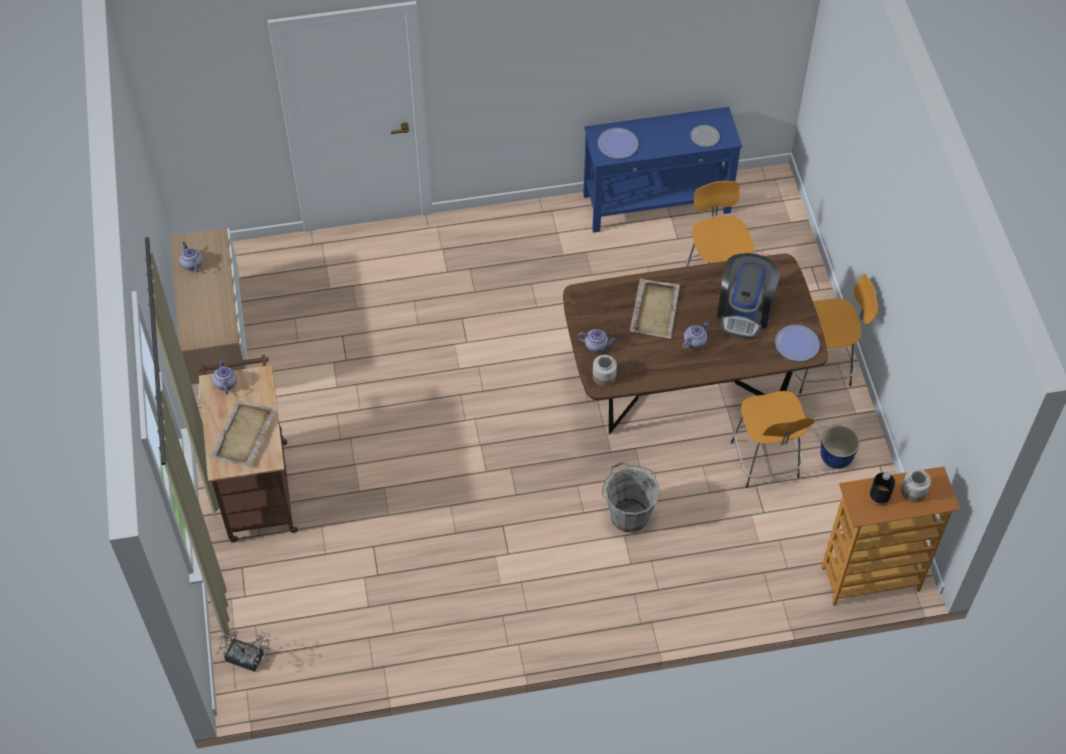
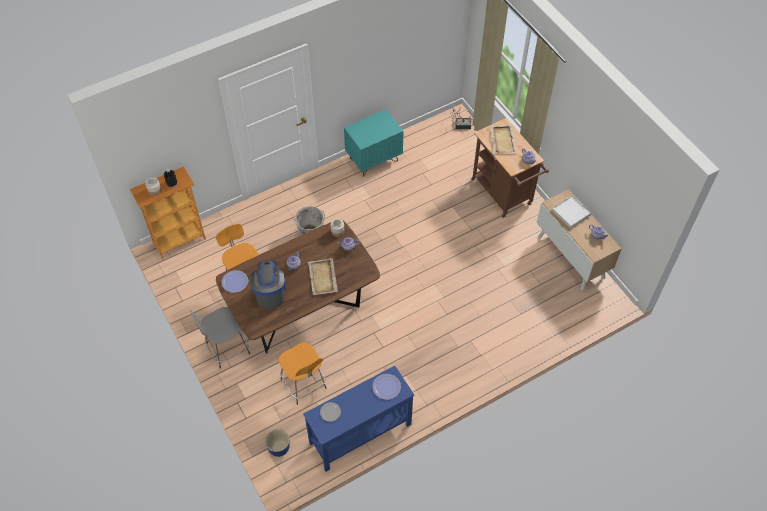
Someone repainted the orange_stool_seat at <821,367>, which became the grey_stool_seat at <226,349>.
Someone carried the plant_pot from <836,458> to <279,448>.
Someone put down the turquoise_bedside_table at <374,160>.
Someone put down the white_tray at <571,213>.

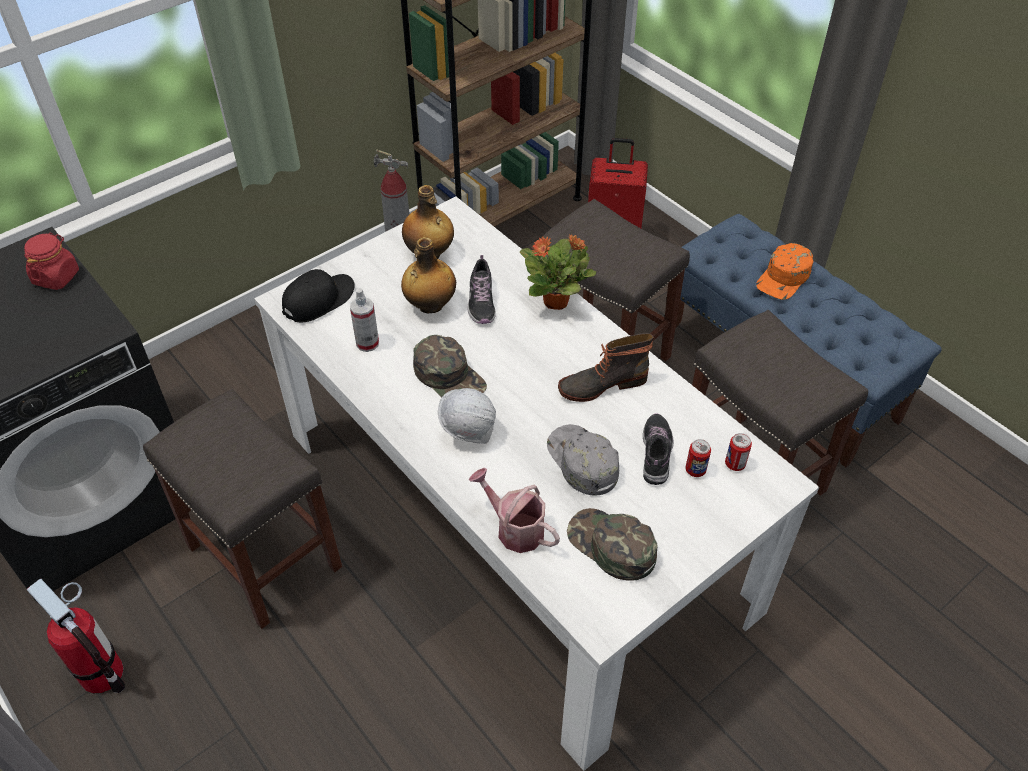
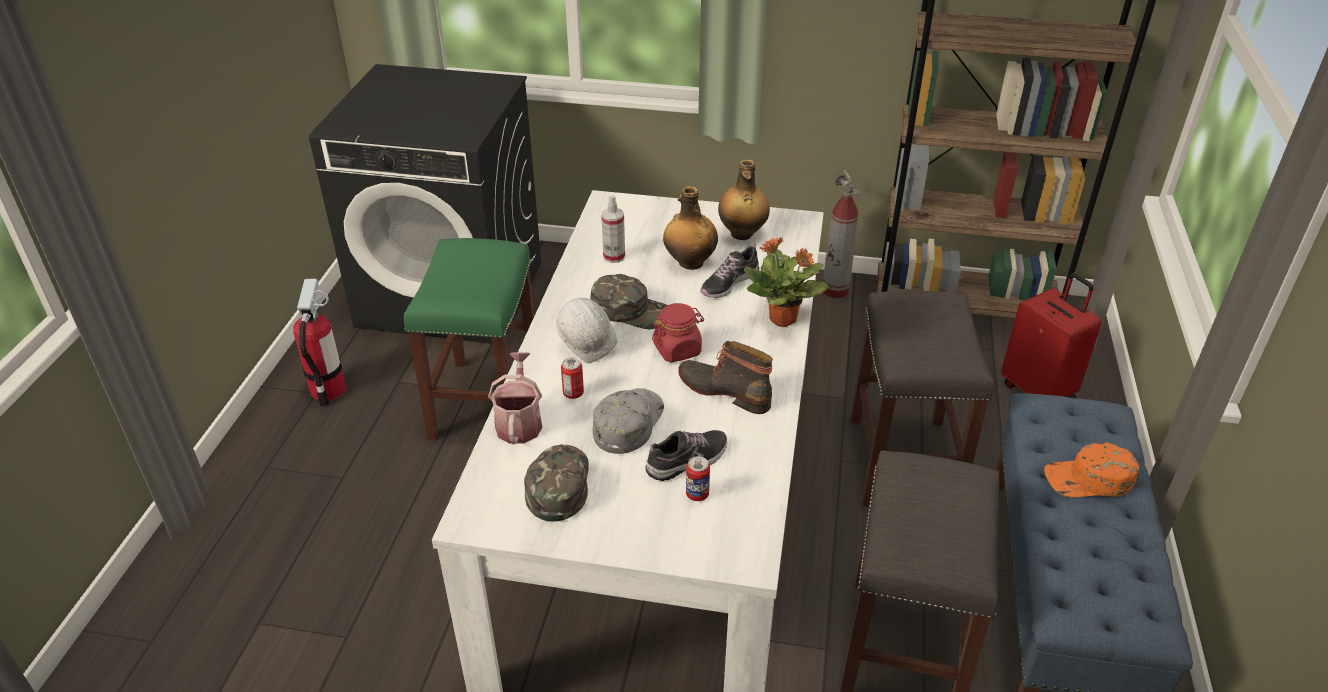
Someone carried the red_storage_jar from <56,277> to <677,350>.
Someone repainted the grey_stool_seat at <262,556>, which became the green-coloured_stool_seat at <485,400>.
Someone took away the blackish_cap at <319,300>.
Someone rotated the green-coloured_cap at <449,376> by 75 degrees counterclockwise.
Someone carried the can from <735,464> to <573,393>.

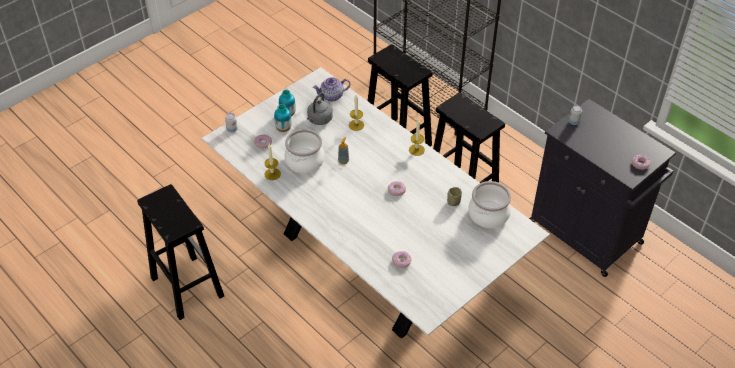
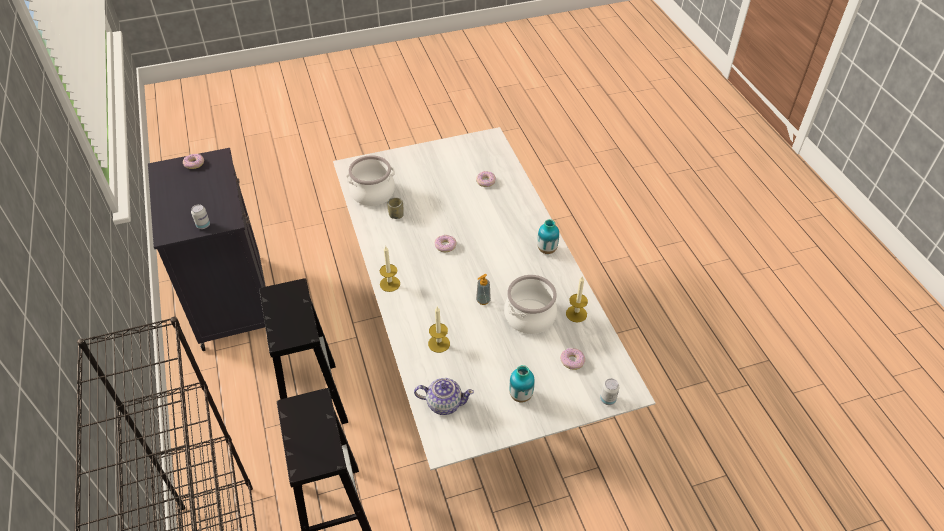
Someone took away the blackish_stool_seat at <186,286>.
Someone carried the vase from <283,129> to <547,250>.
Someone took away the grey_kettle at <319,120>.

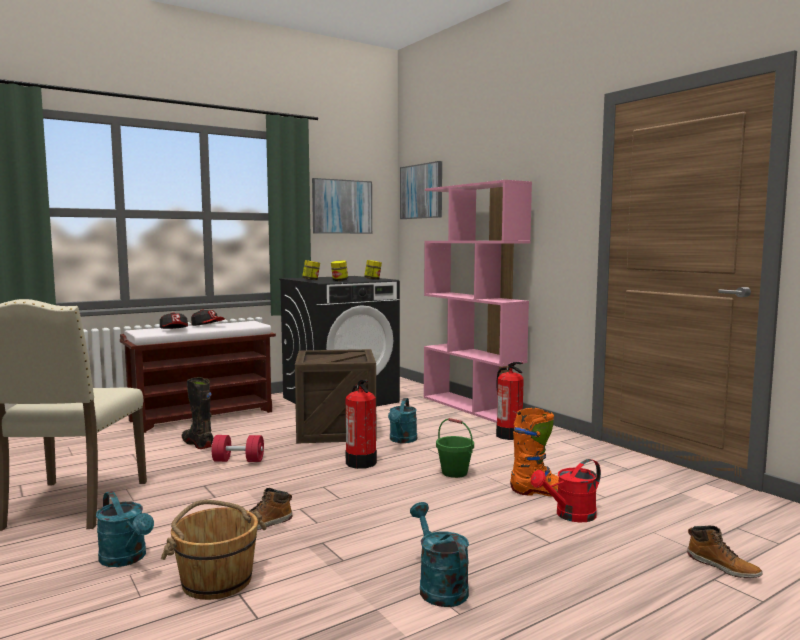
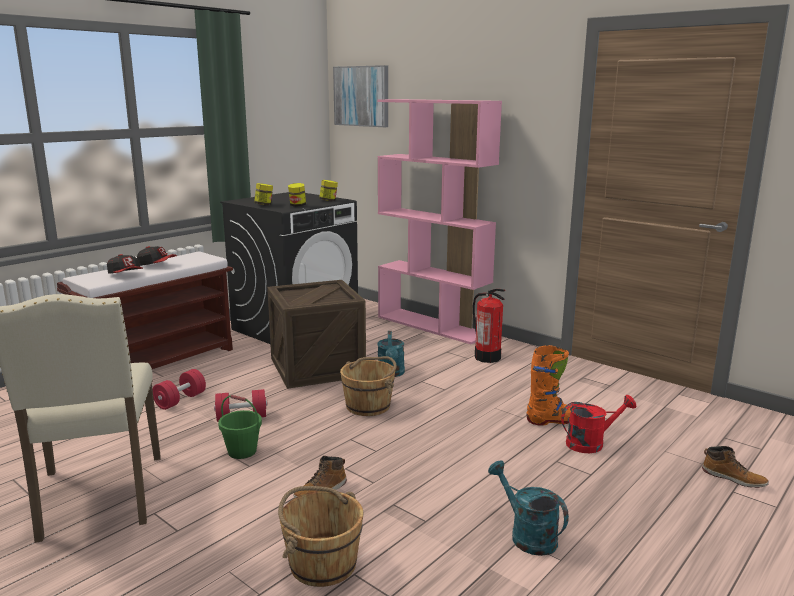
Someone took away the turquoise_watering_pot at <126,559>.
Someone swapped the blackish_tall_boot at <197,444> for the red_free_weight at <180,400>.
Someone took away the picture at <342,206>.
Someone swapped the fire_extinguisher at <361,463> for the brownish_pail at <369,405>.
Someone carried the green-coloured_pail from <454,473> to <242,451>.
Someone rotated the red_watering_pot at <570,516> by 150 degrees counterclockwise.

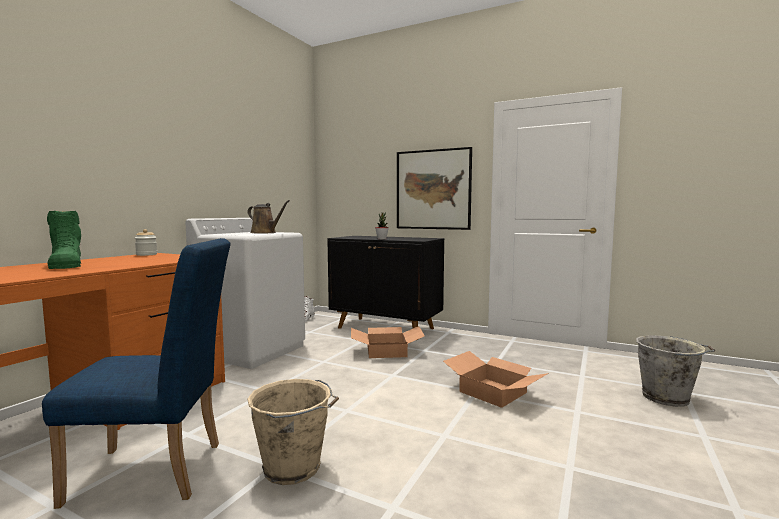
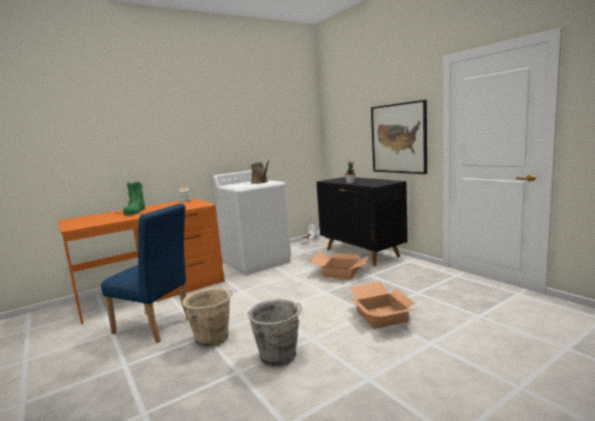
Someone carried the grey_pail from <667,398> to <279,357>.

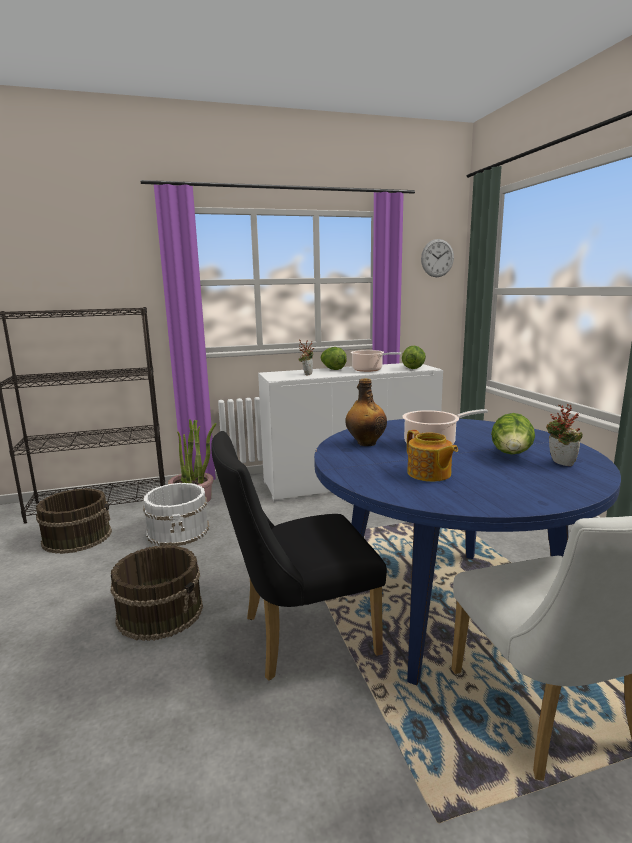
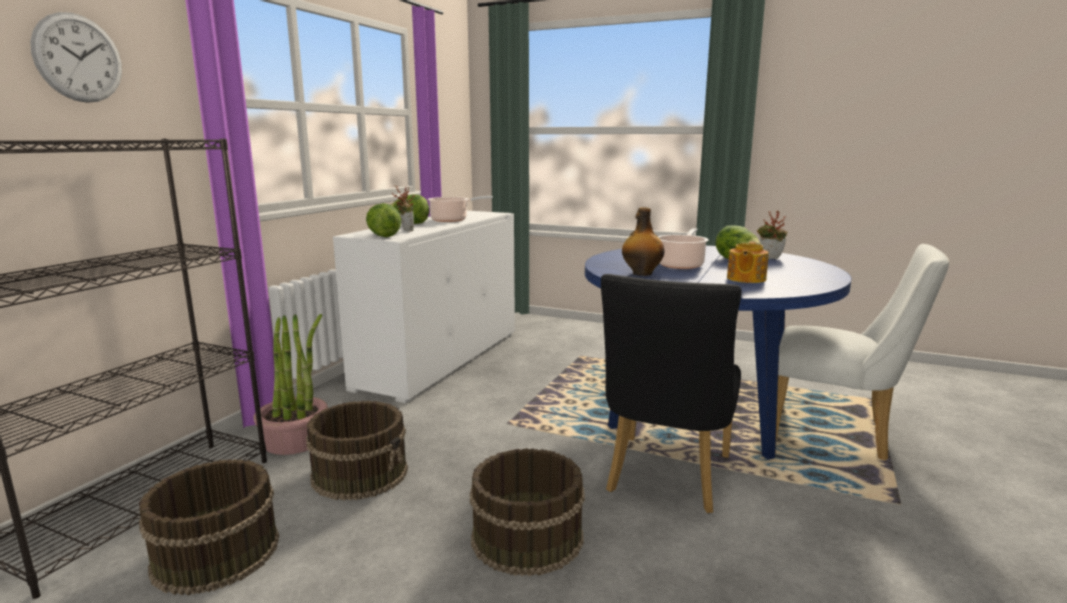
Someone repainted the white_pail at <179,530>, which became the brownish_pail at <360,473>.
Someone carried the lettuce from <413,368> to <383,236>.
Someone rotated the pot_for_tea at <429,474> by 105 degrees clockwise.
Someone carried the wall_clock from <437,258> to <78,58>.

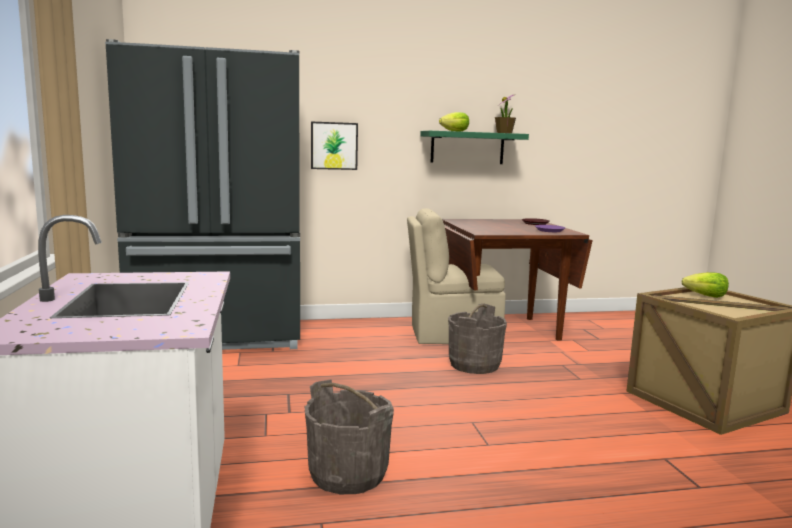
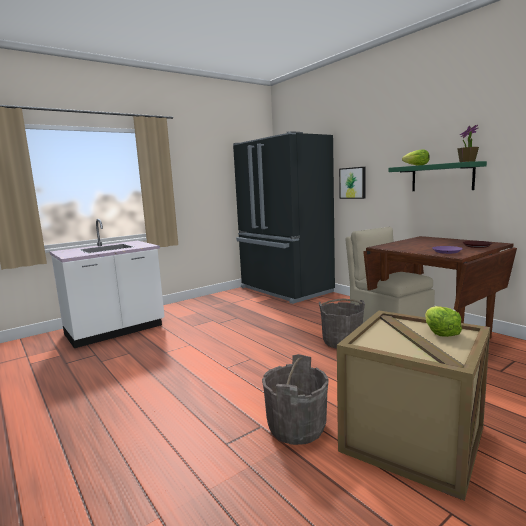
Someone carried the grey_pail from <348,474> to <296,427>.

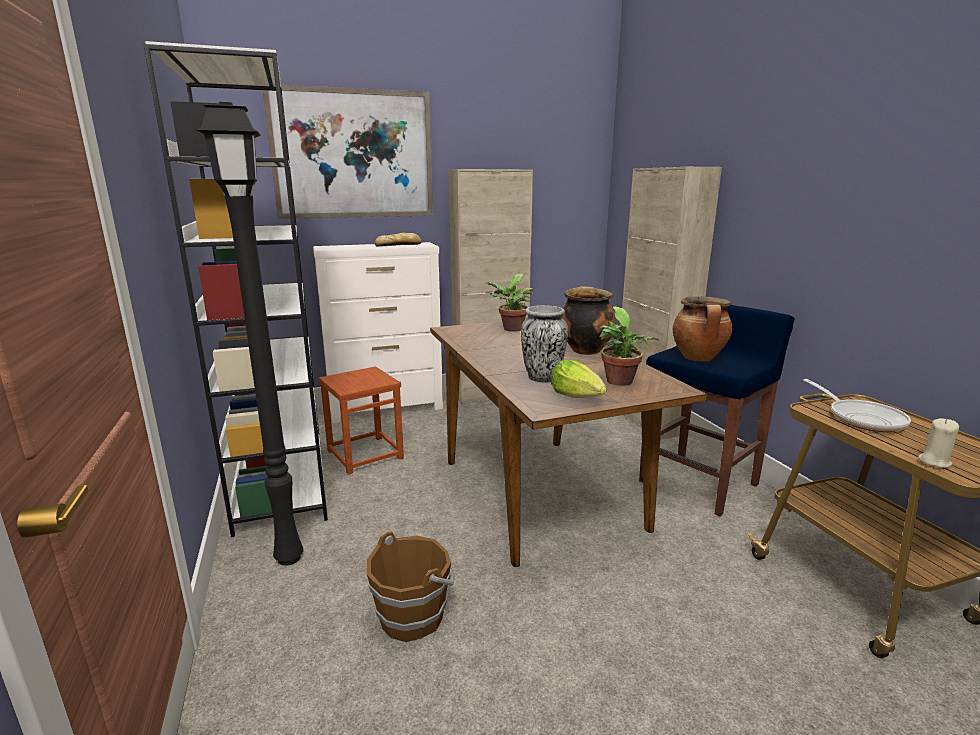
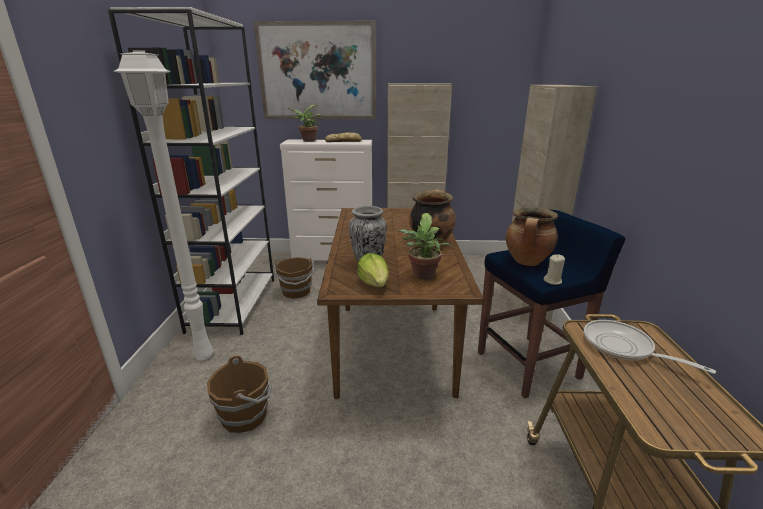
Someone repainted the blackish_floor_lamp at <287,557>, which became the white_floor_lamp at <203,355>.
Someone swapped the brownish_stool_seat at <365,454> for the brownish_pail at <296,292>.
Someone carried the potted_plant from <511,329> to <307,141>.
Someone rotated the pan at <861,418> by 135 degrees clockwise.
Someone carried the beige-coloured_wax_candle from <934,461> to <553,281>.

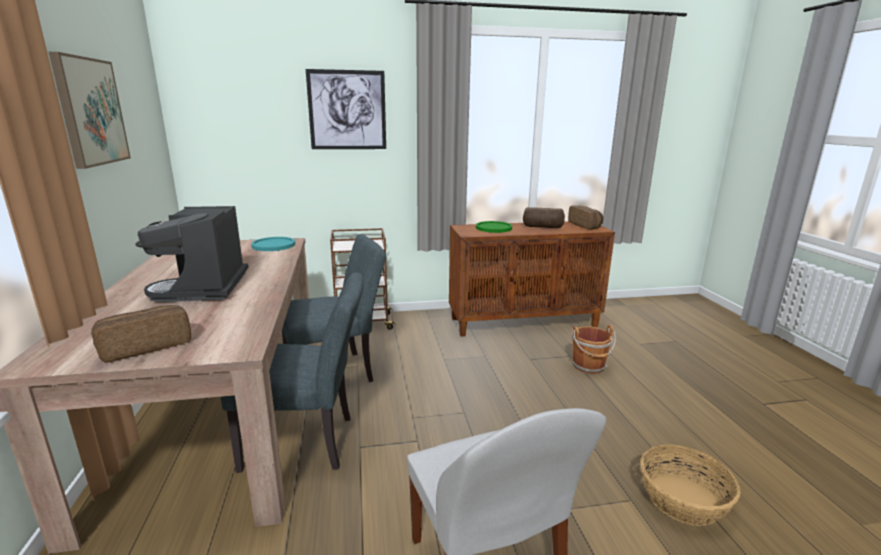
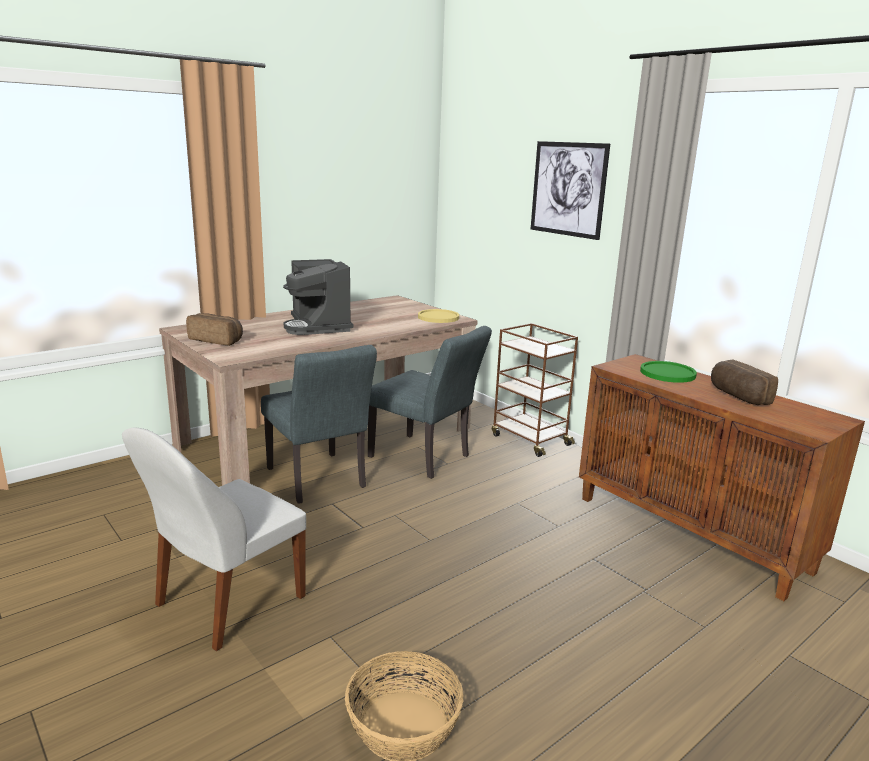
Someone took away the picture at <90,112>.
Someone rotated the coffee_brewer at <204,288> by 75 degrees counterclockwise.
Someone repainted the turquoise_dinner_plate at <273,245>, which became the yellow_dinner_plate at <438,317>.
Someone took away the baked_bread at <585,225>.
Someone took away the brownish_pail at <589,366>.

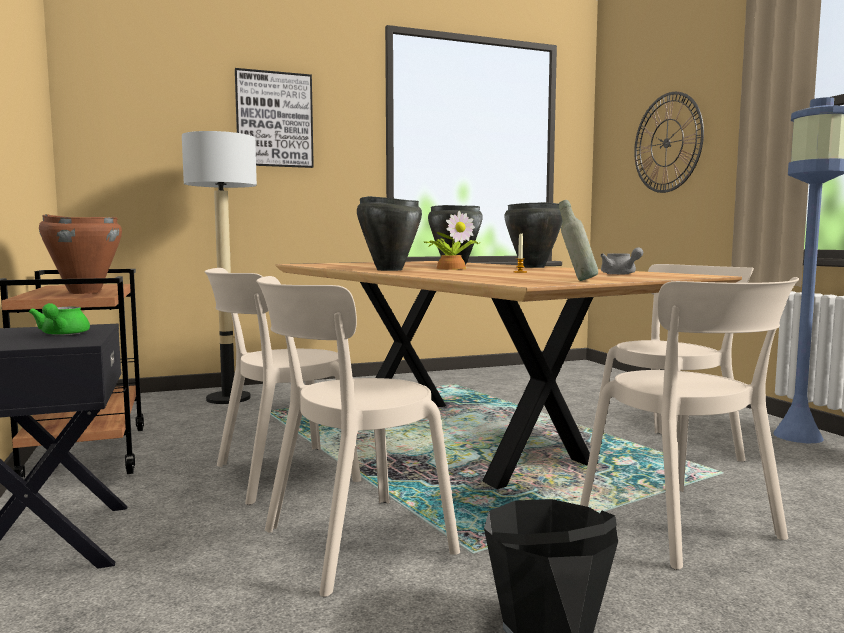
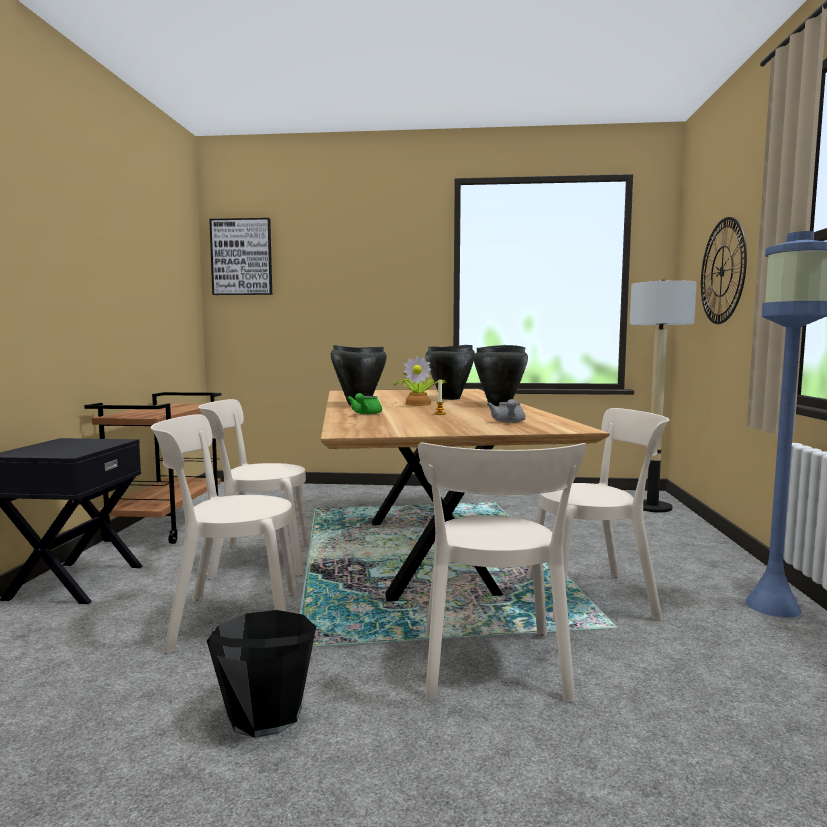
Someone carried the green-coloured_pot_for_tea from <62,334> to <365,414>.
Someone took away the brownish_stockpot at <84,292>.
Someone carried the floor_lamp from <229,398> to <652,507>.
Someone carried the picture from <274,120> to <242,257>.
Someone took away the grey_bottle at <577,280>.

